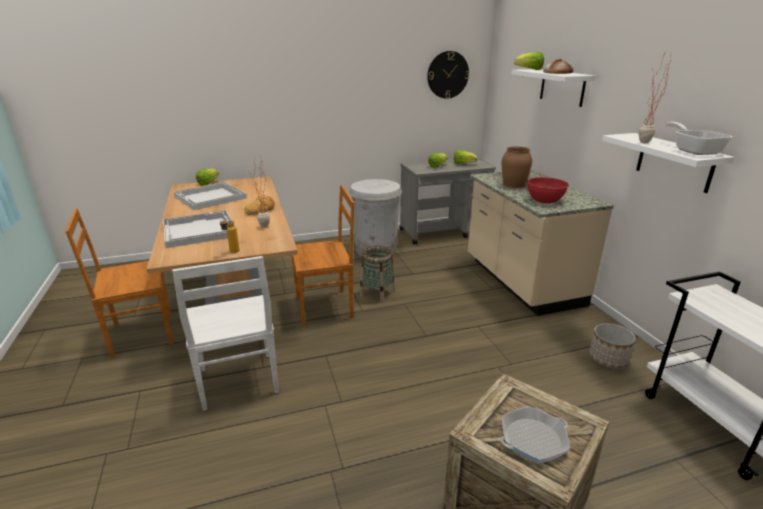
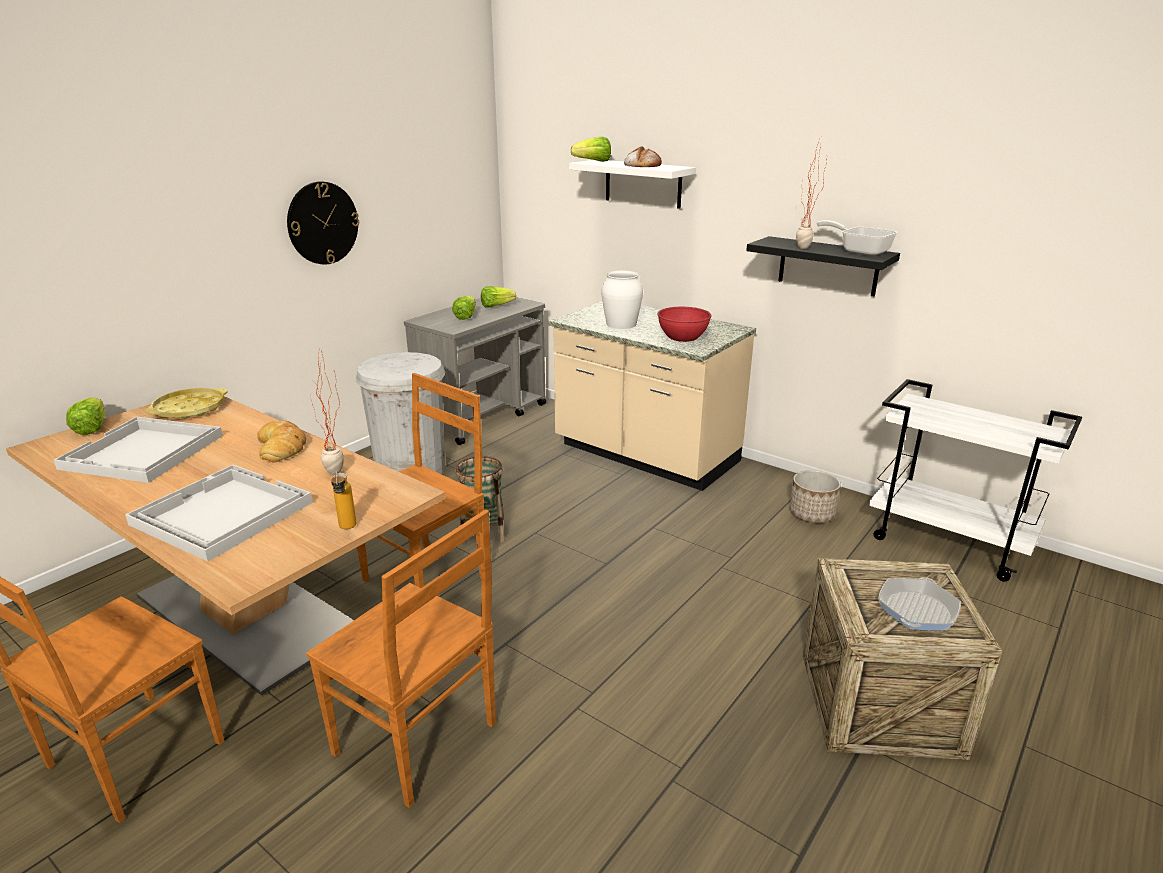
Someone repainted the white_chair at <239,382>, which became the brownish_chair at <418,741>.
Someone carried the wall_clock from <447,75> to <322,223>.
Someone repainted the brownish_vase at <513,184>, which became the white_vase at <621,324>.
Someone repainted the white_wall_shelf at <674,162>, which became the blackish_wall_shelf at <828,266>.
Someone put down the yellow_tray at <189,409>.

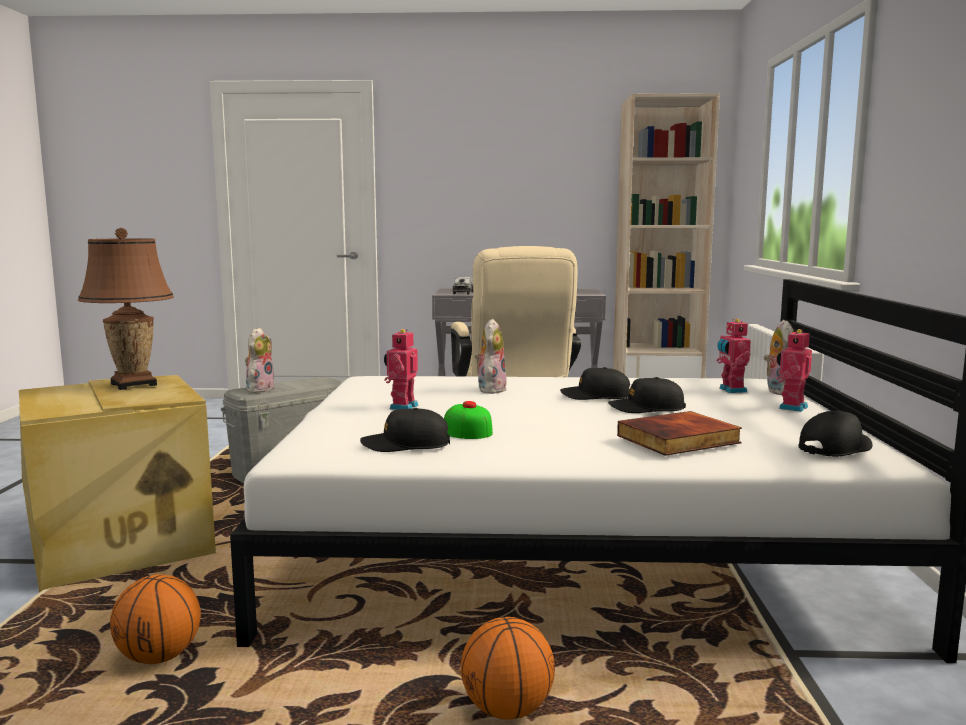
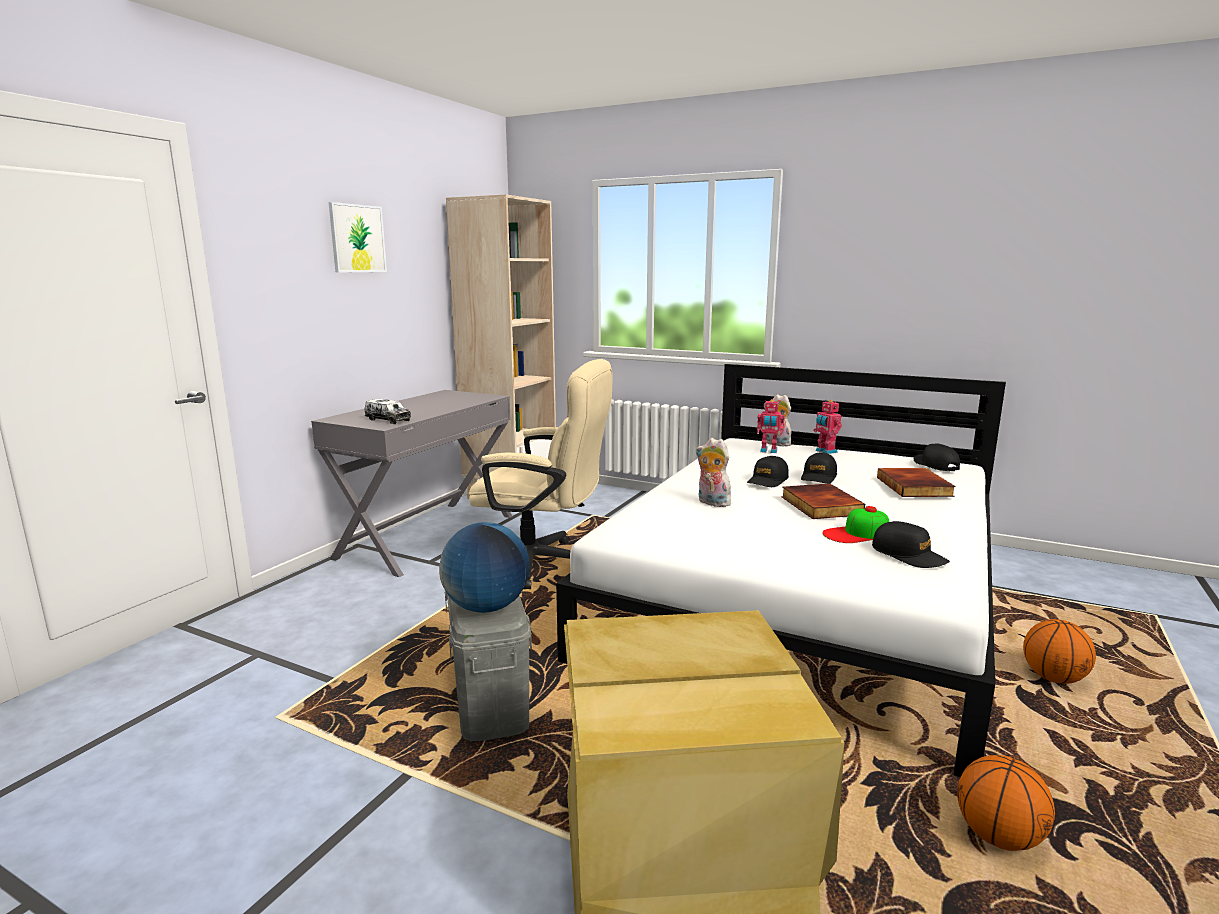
Someone took away the brownish_table_lamp at <133,384>.
Someone swapped the cuddly_toy at <259,389> for the world_globe at <486,607>.
Someone rotated the blackish_cap at <406,445> by 60 degrees counterclockwise.
Someone took away the model_robot at <402,407>.
Someone put up the picture at <357,238>.
Someone put down the book at <819,505>.

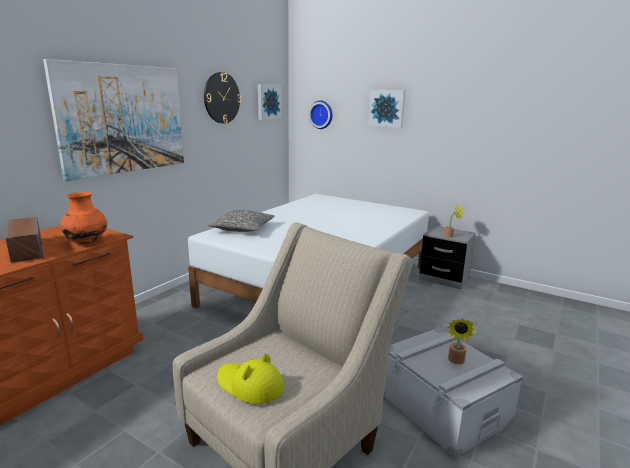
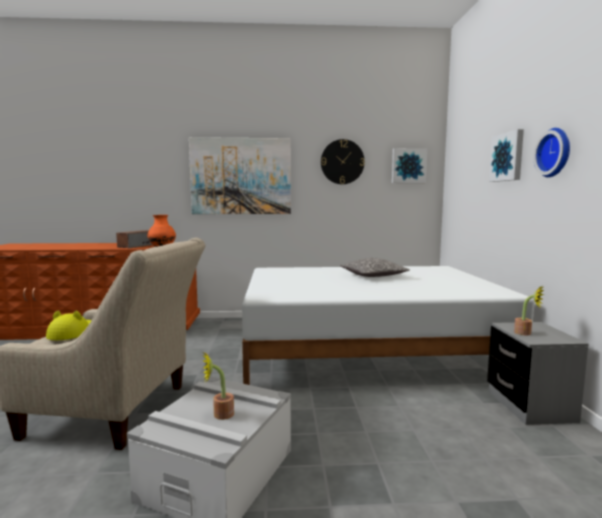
Someone carried the throw_pillow from <243,228> to <373,276>.
Someone carried the wall_clock from <321,114> to <555,152>.

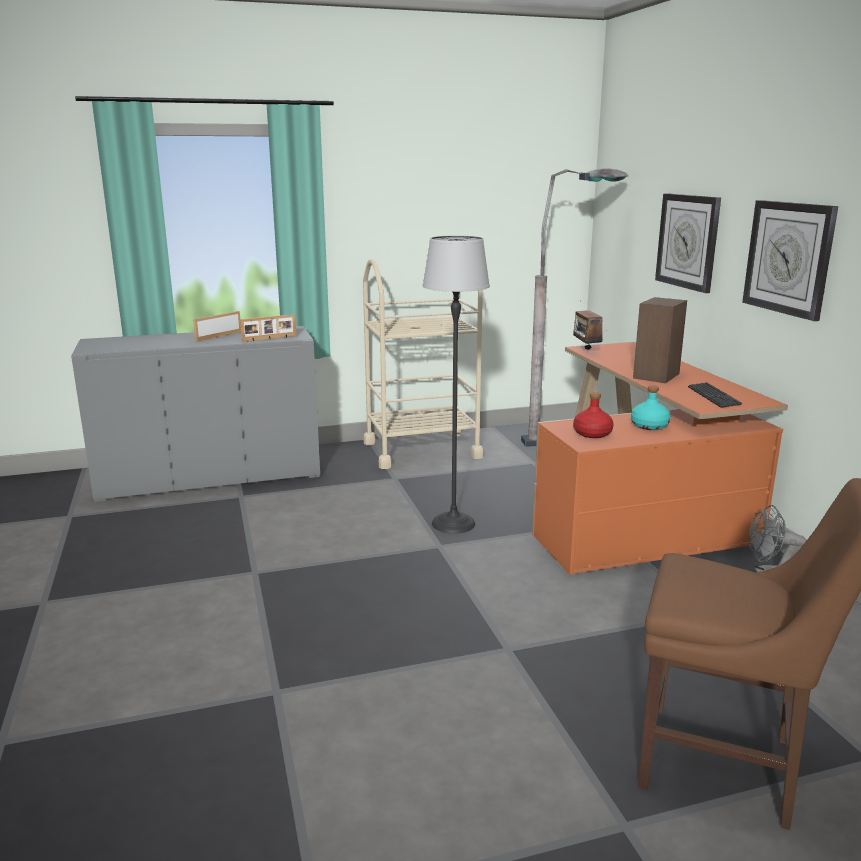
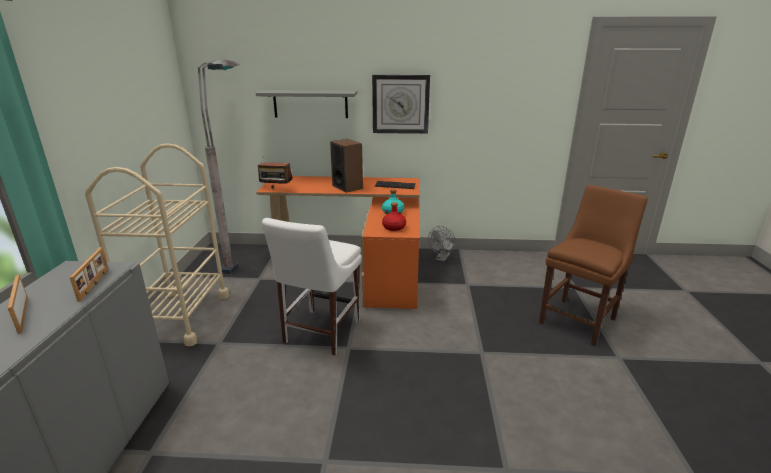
Someone swapped the floor_lamp at <453,523> for the white_chair at <320,333>.
Someone swapped the wall_clock at <688,241> for the grey_wall_shelf at <310,104>.

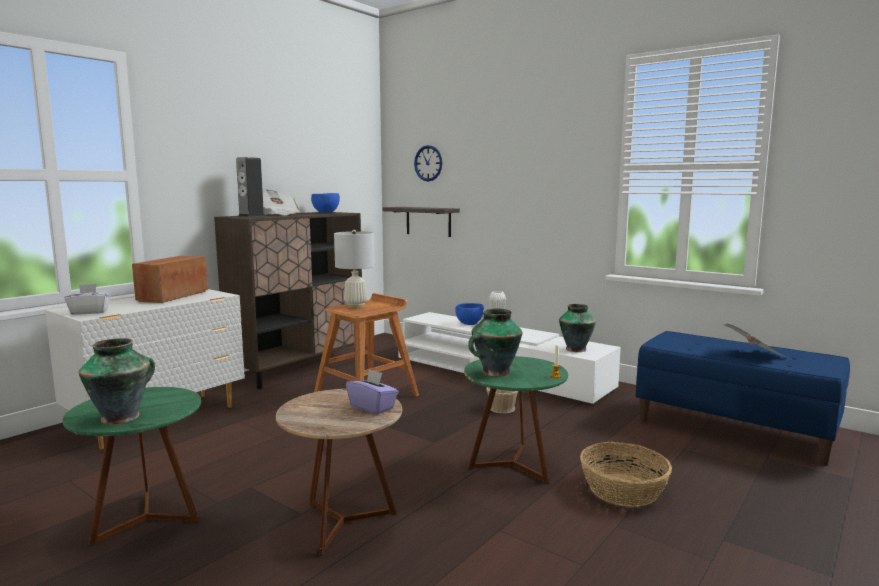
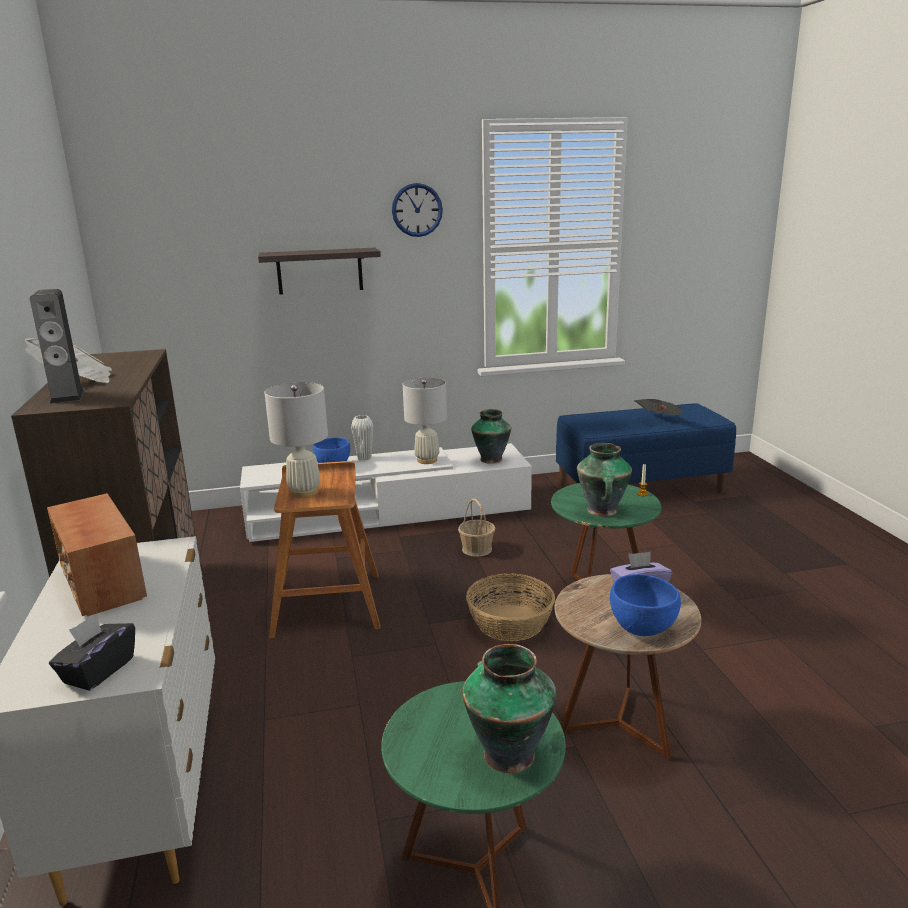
Someone repainted the white_tissue_box at <89,312>, which became the blackish_tissue_box at <98,671>.
Someone carried the blue_deep_dish from <325,212> to <641,628>.
Someone carried the wall_shelf from <428,221> to <319,271>.
Someone carried the wall_clock from <428,163> to <417,210>.
Someone carried the storage_basket from <623,490> to <510,623>.
Someone put down the white_table_lamp at <427,460>.

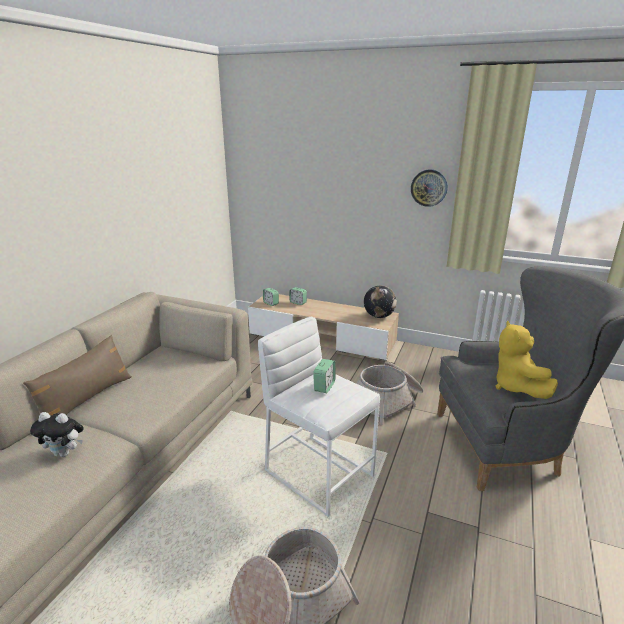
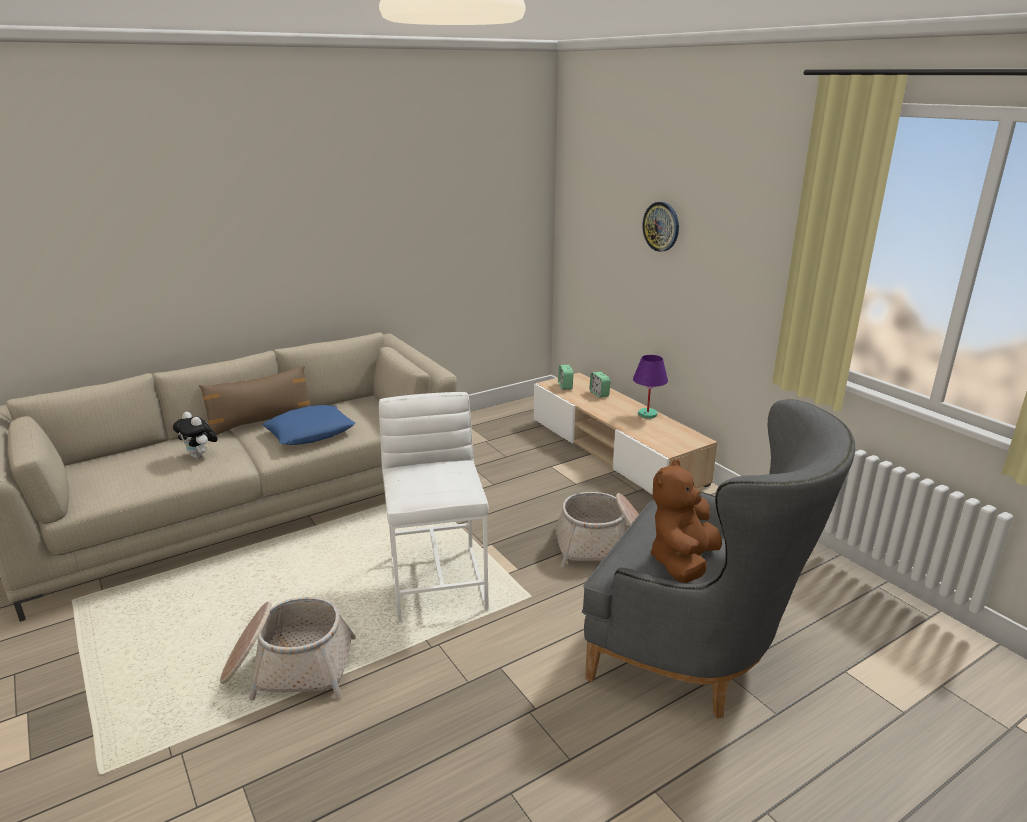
Someone took away the alarm_clock at <324,386>.
Someone took away the world_globe at <379,316>.
Someone carried the wall_clock from <429,188> to <661,226>.
Someone repainted the yellow_cuddly_toy at <516,387>, which became the brownish_cuddly_toy at <682,562>.
Someone put down the blue_throw_pillow at <310,432>.
Someone put down the purple_table_lamp at <647,414>.

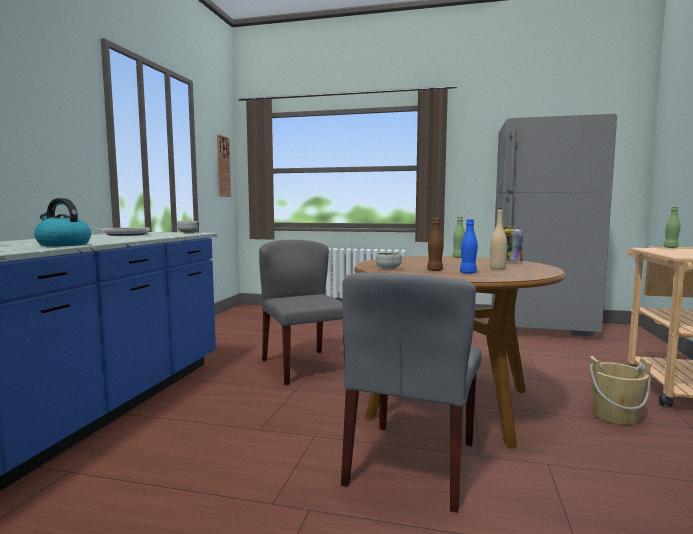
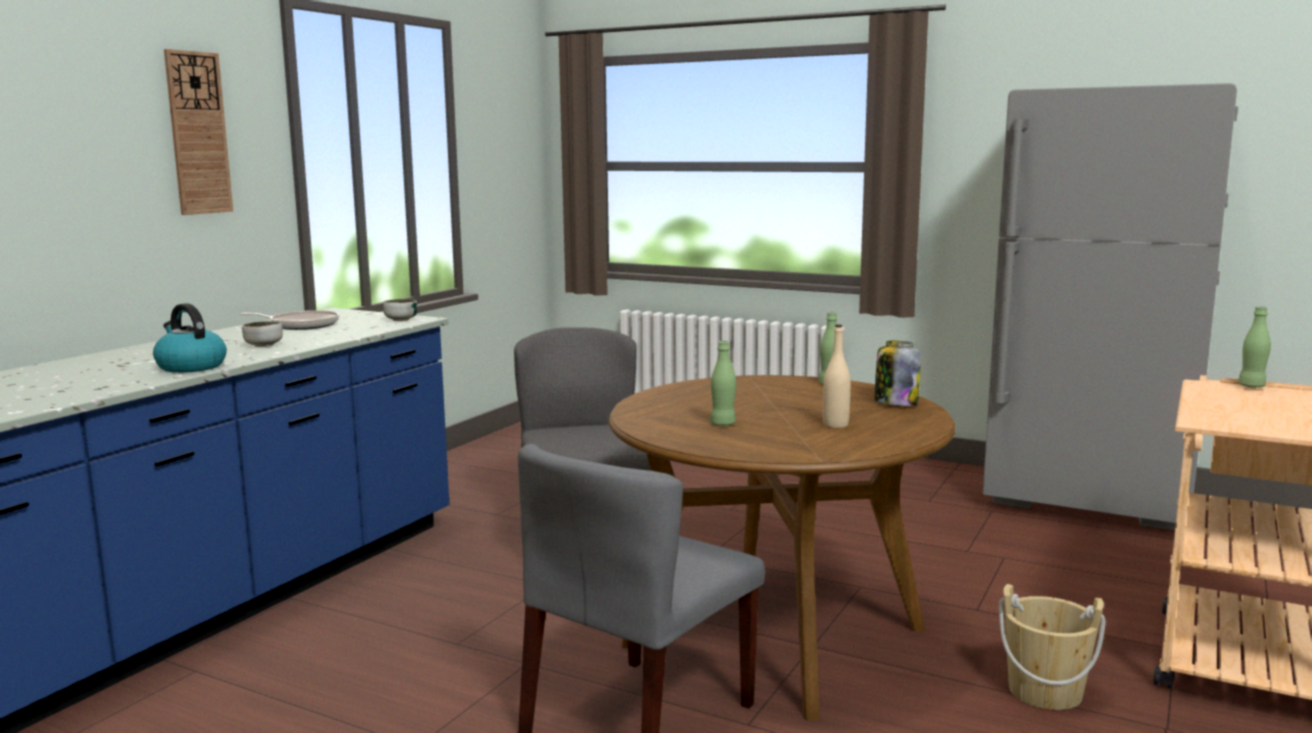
Someone carried the wall_clock from <223,166> to <198,133>.
Someone carried the deep_dish from <388,268> to <264,345>.
Someone repainted the brownish_bottle at <435,270>, which became the green-coloured_bottle at <723,424>.
Someone took away the blue_bottle at <468,273>.

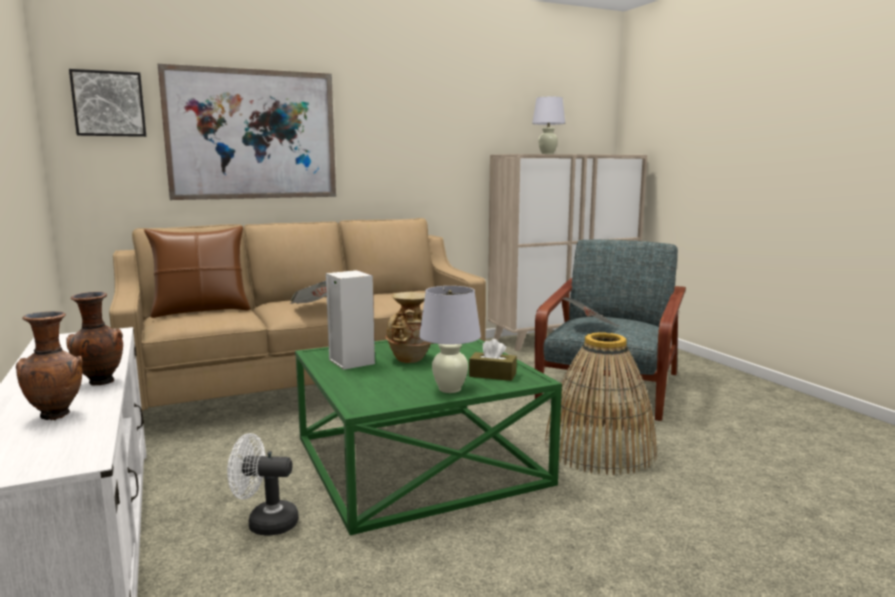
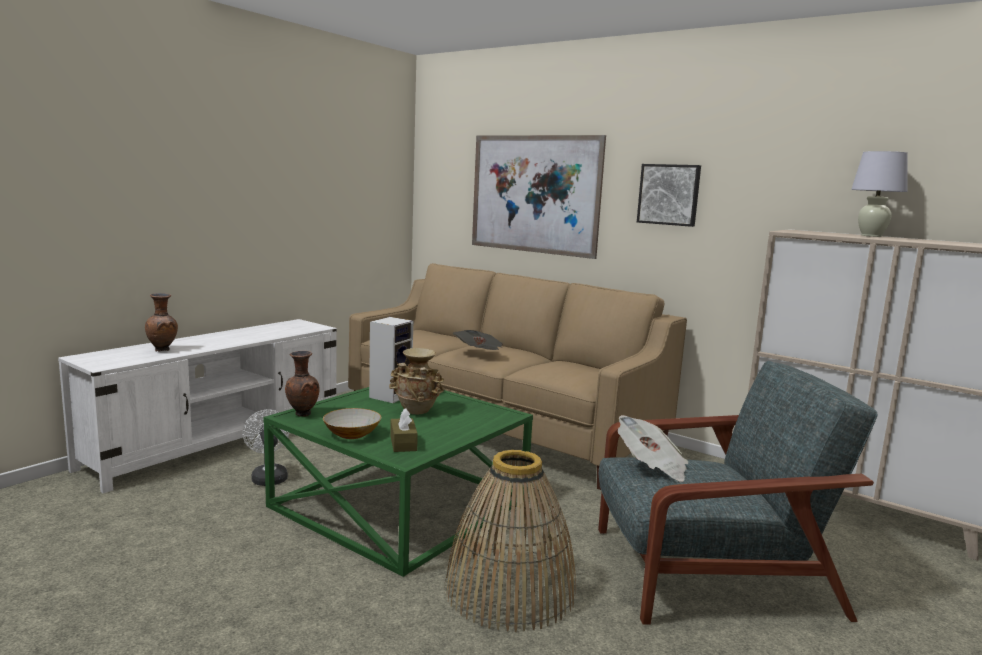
Someone carried the brownish_vase from <99,383> to <302,414>.
Someone carried the picture from <109,104> to <669,194>.
Someone took away the brownish_throw_pillow at <201,311>.
Someone swapped the white_table_lamp at <450,389> for the deep_dish at <351,434>.

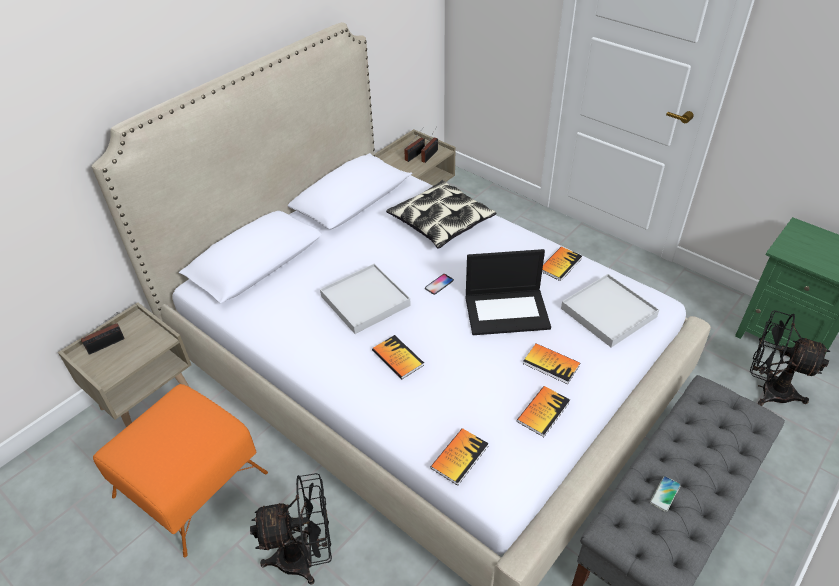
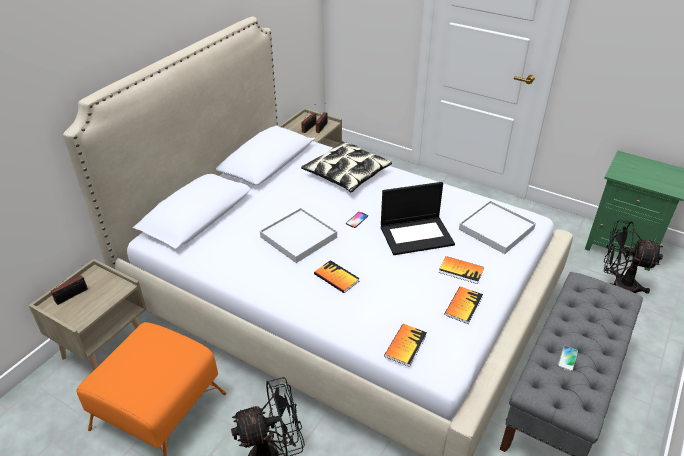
Someone took away the book at <560,264>.

